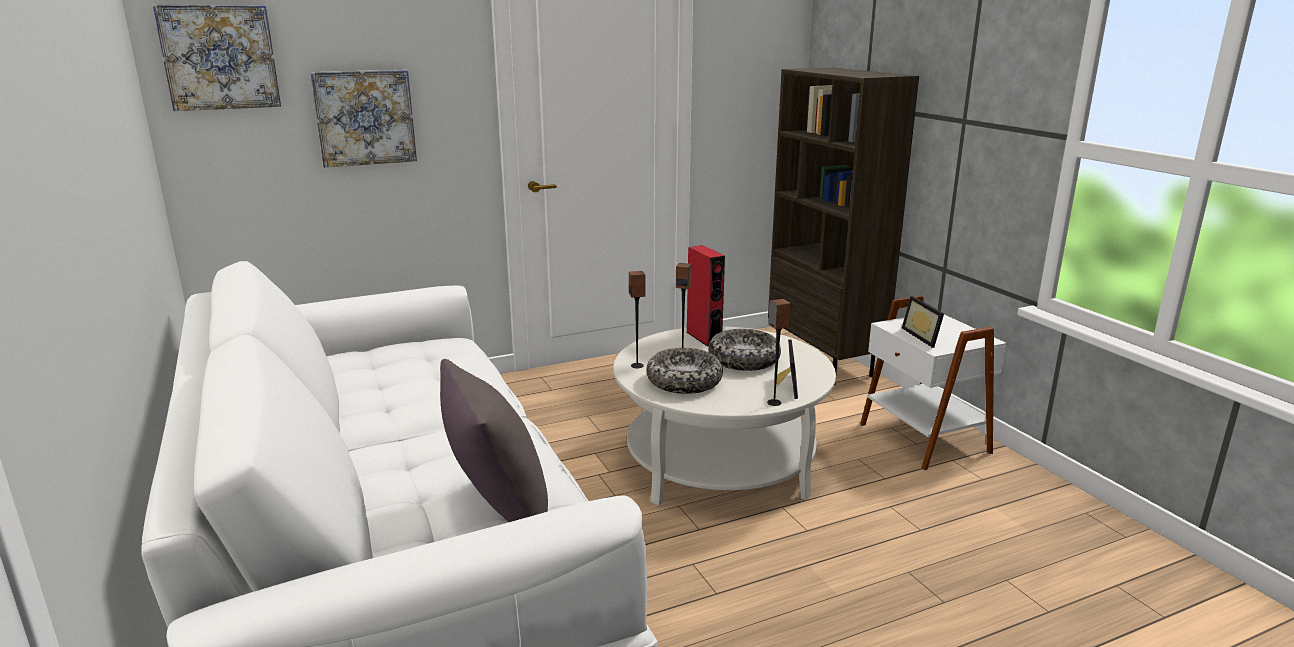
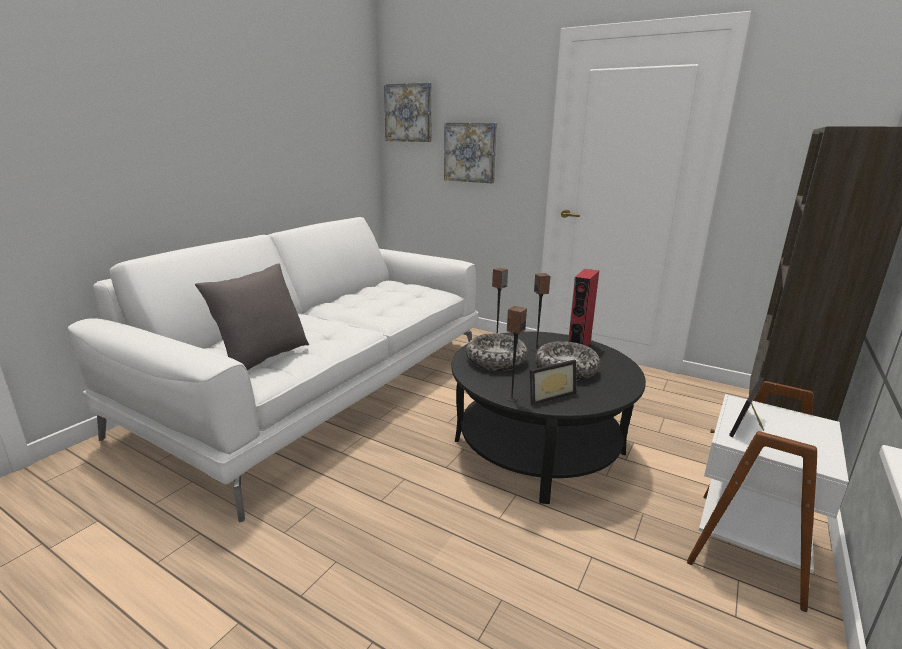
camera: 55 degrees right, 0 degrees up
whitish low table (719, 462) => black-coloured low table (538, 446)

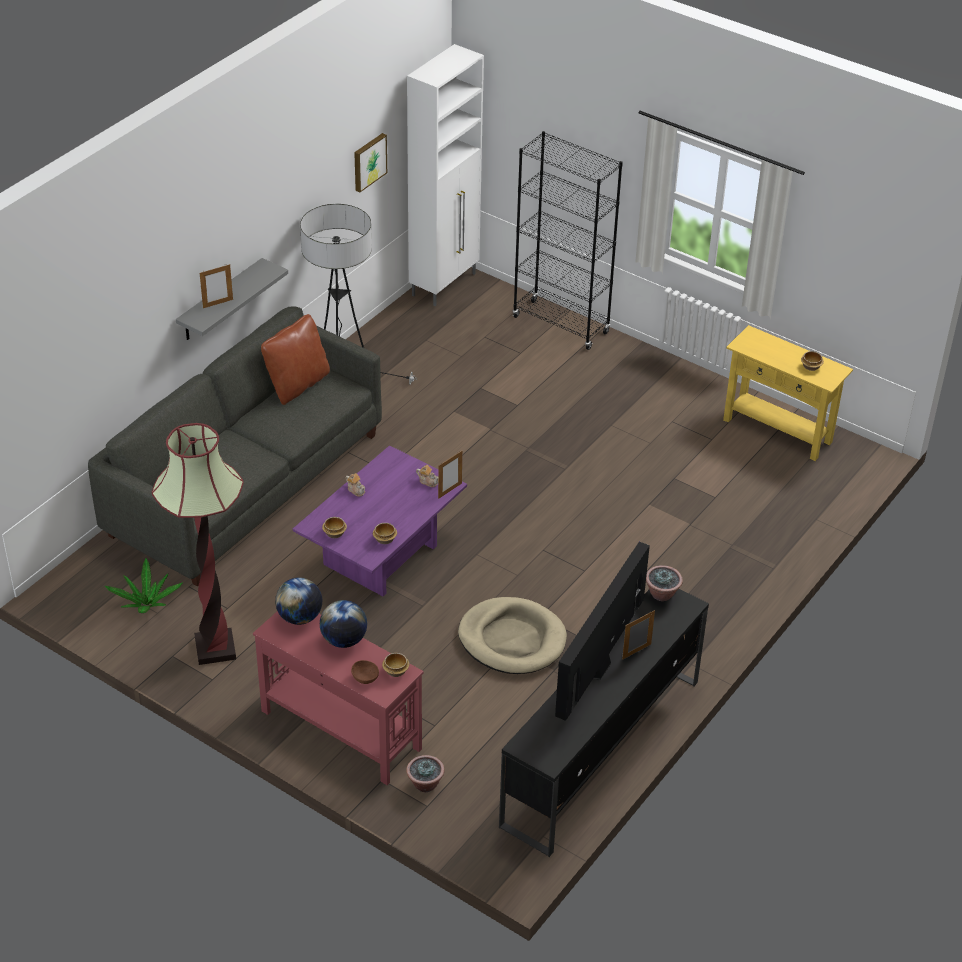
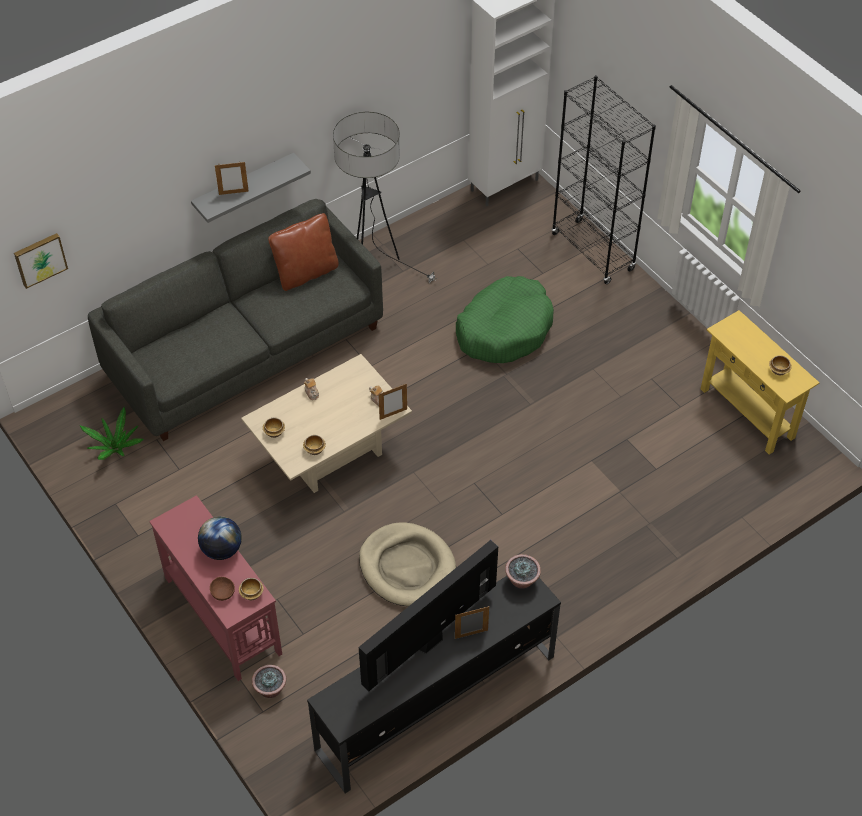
camera: 20 degrees right, 10 degrees up
standard lamp (215, 648) => nothing
desk globe (300, 617) => nothing
nothing => green-coloured dog bed (504, 329)
picture (368, 161) => picture (40, 259), moved
purple low table (382, 557) => beige-coloured low table (330, 453)

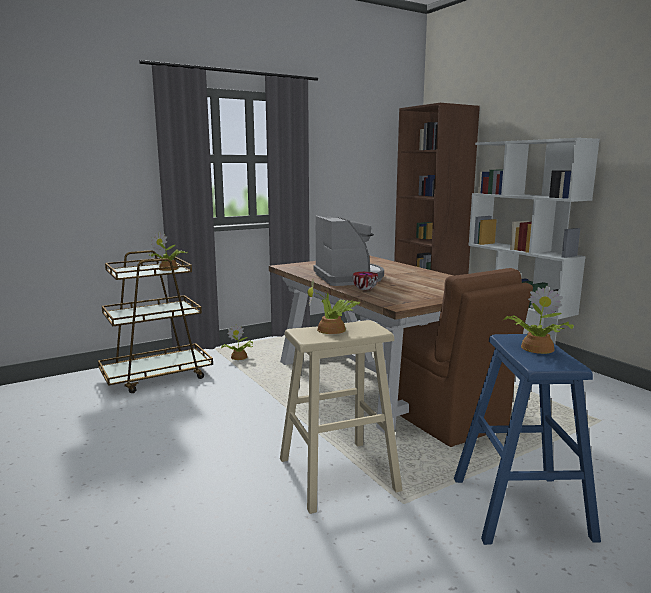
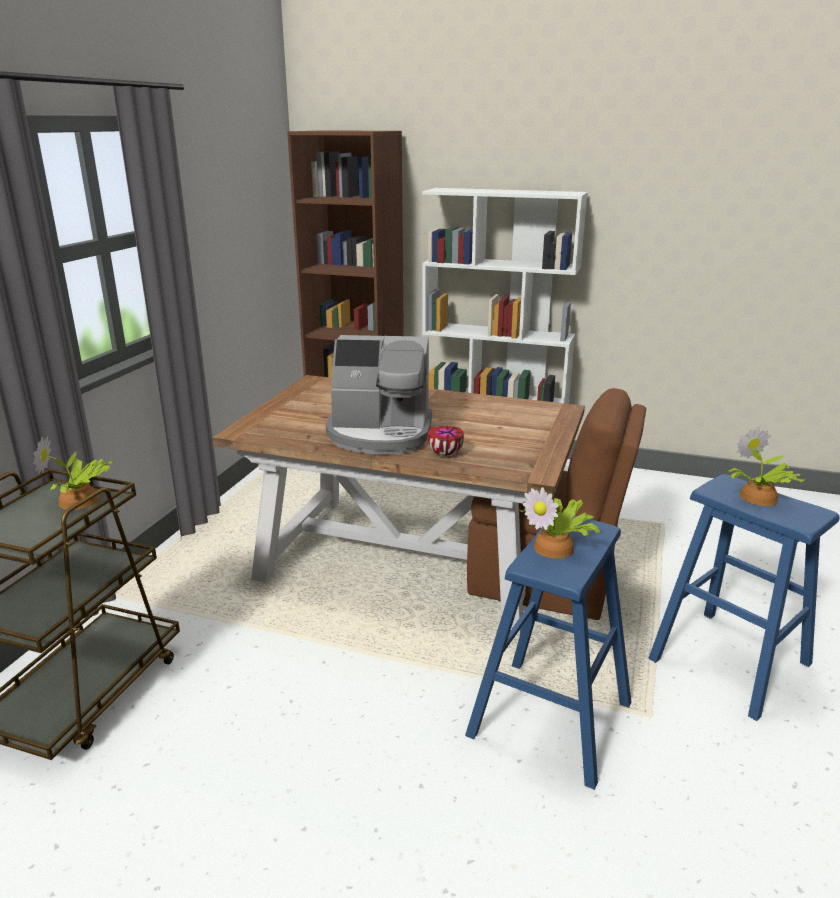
camera: 40 degrees left, 10 degrees up
plant in a pot (238, 358) => nothing
beige-coloured sitting stool (337, 474) => blue sitting stool (550, 719)
coffee machine (349, 278) => coffee machine (380, 434), 150 degrees clockwise

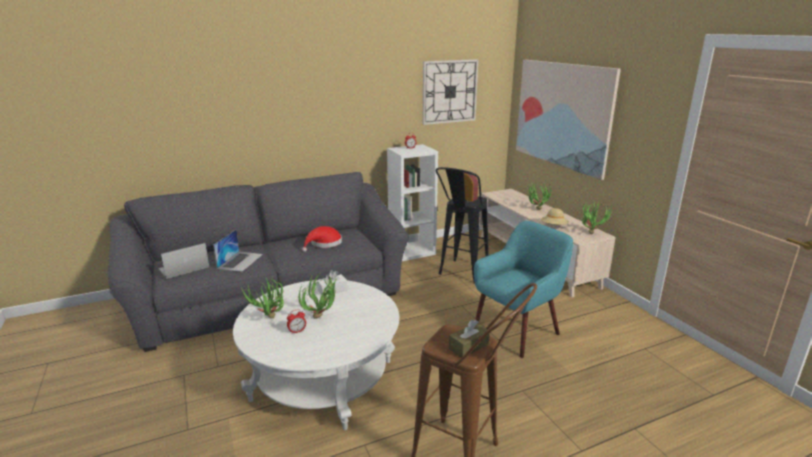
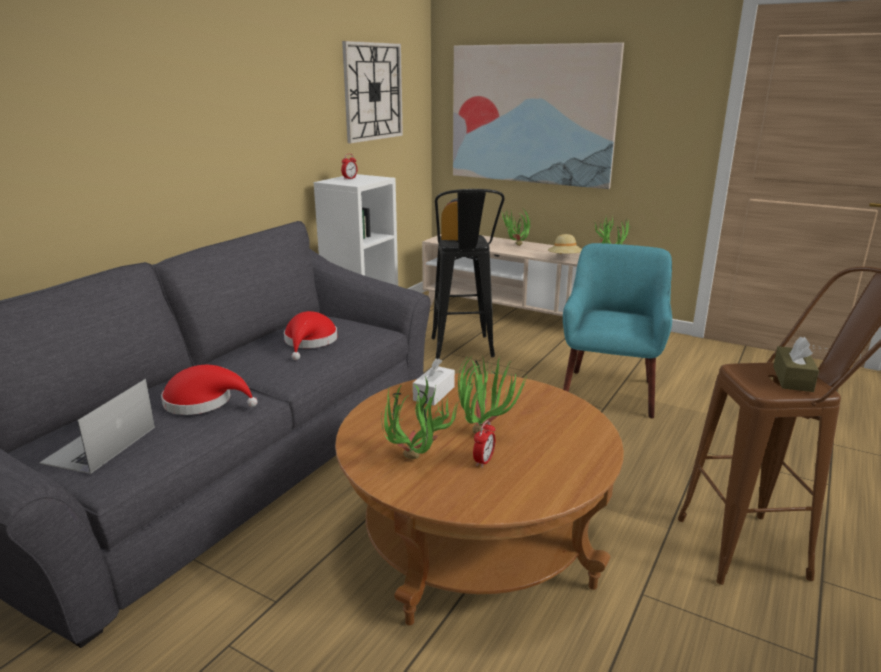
camera: 35 degrees left, 0 degrees up
laptop (240, 261) => reddish wearable hat (204, 402)
whitish low table (323, 380) => brownish low table (475, 542)

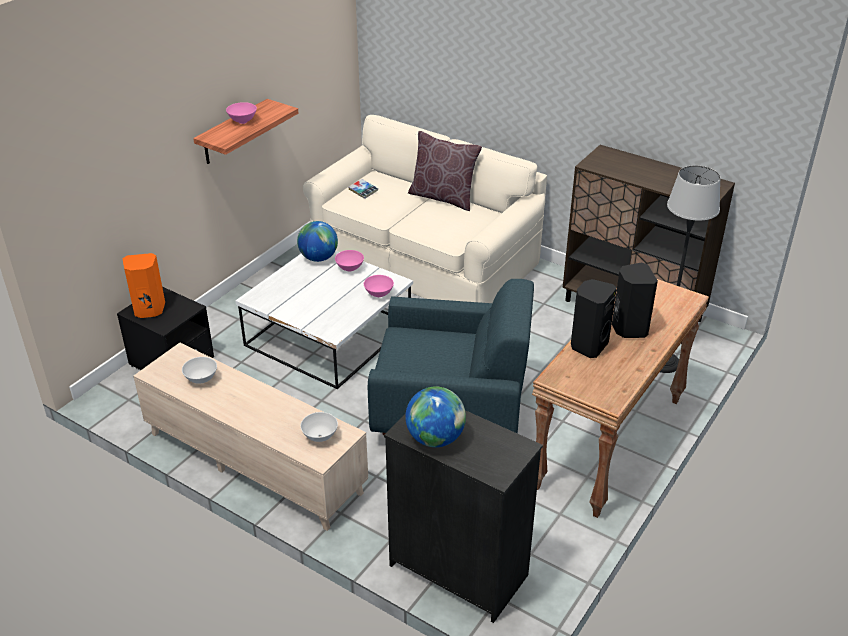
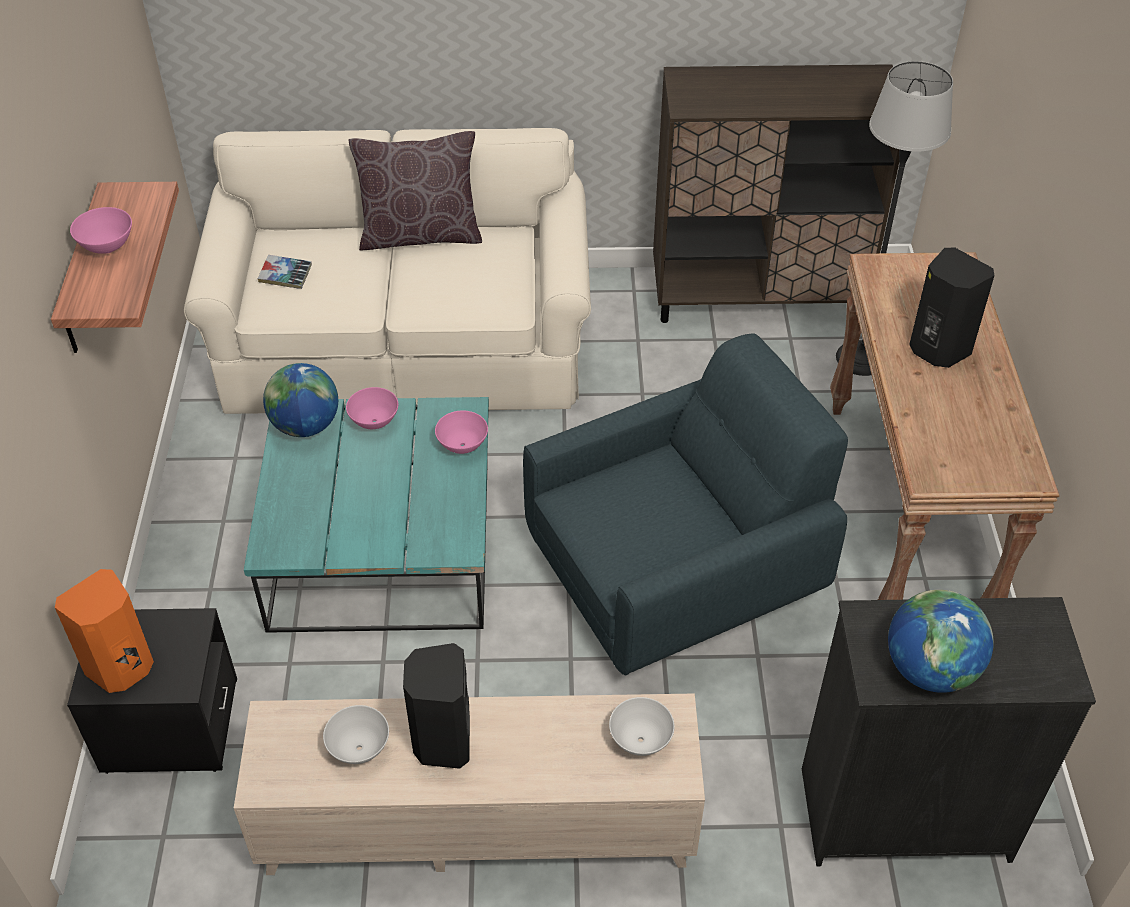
camera: 35 degrees left, 10 degrees up
black-coloured audio speaker (588, 345) => black-coloured audio speaker (441, 741), moved
whitish low table (330, 334) => turquoise-coloured low table (384, 540)

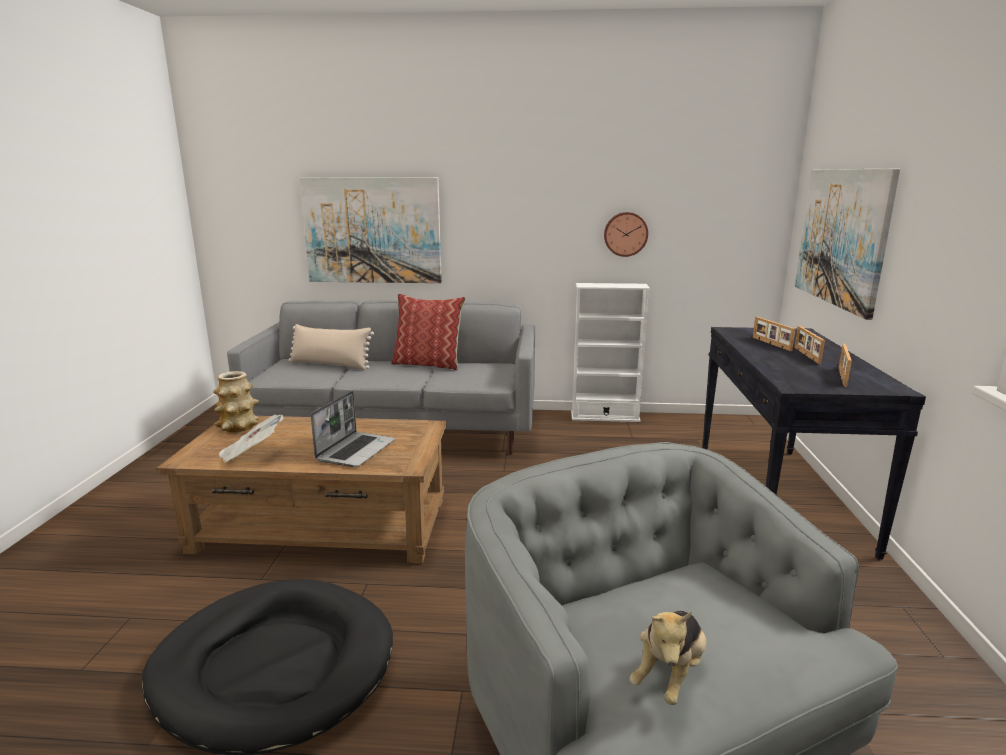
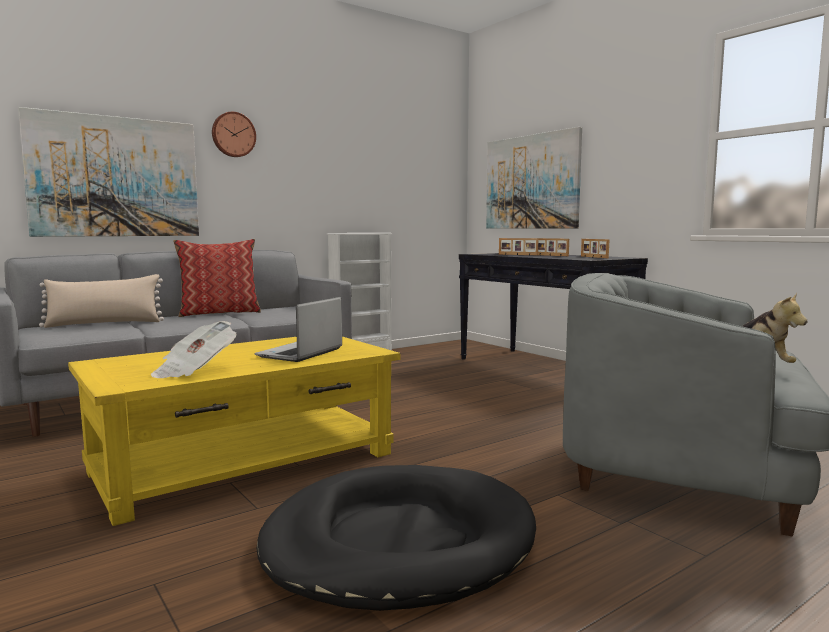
camera: 40 degrees left, 10 degrees down
vase (238, 427) => nothing
hanging clock (625, 234) => hanging clock (233, 134), moved
brownish low table (323, 526) => yellowish low table (245, 462)
laptop (356, 450) => laptop (300, 353), 135 degrees counterclockwise

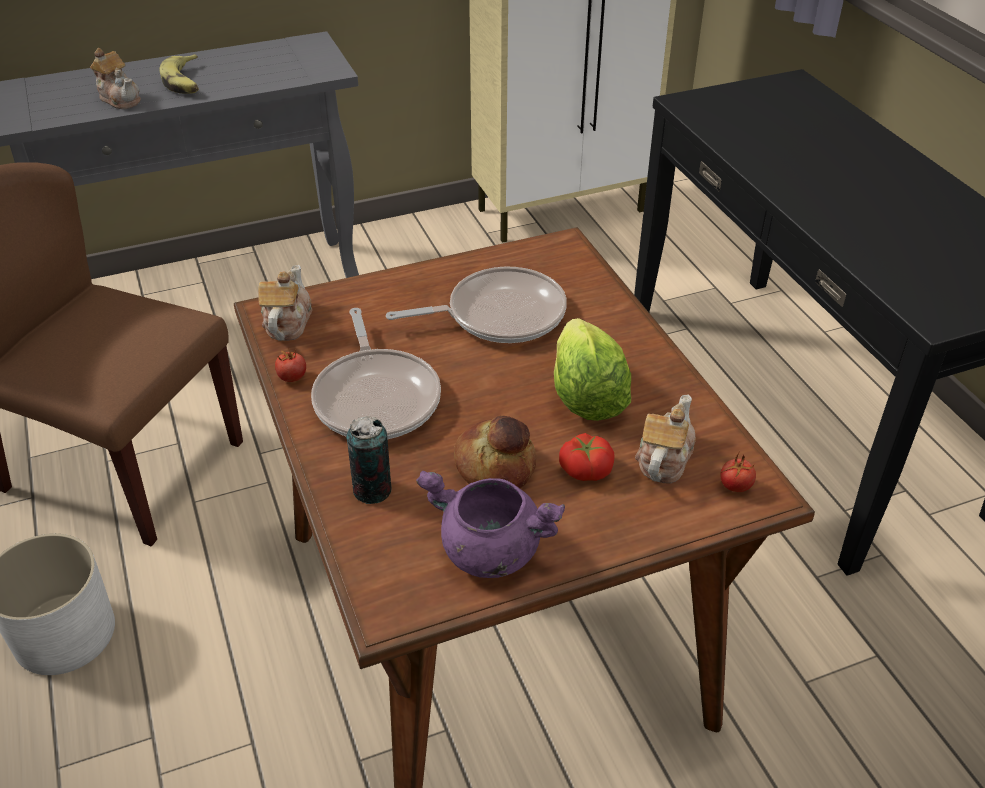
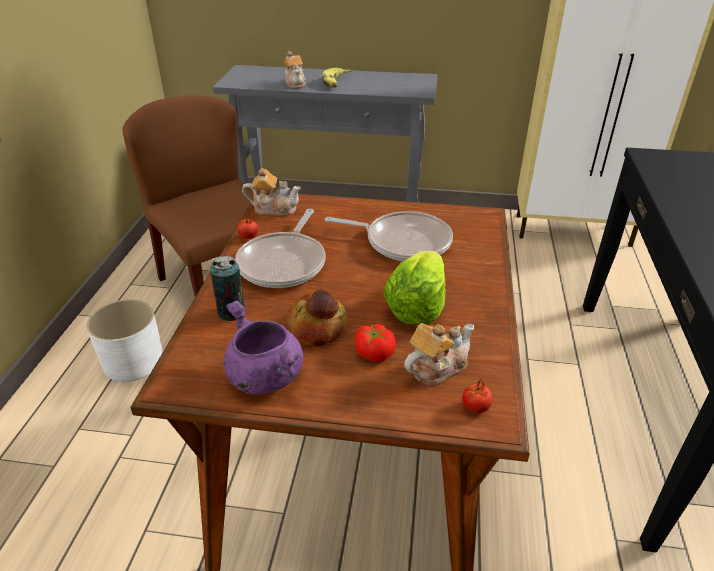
camera: 30 degrees right, 5 degrees down
pot for tea (287, 323) => pot for tea (274, 208), 60 degrees clockwise

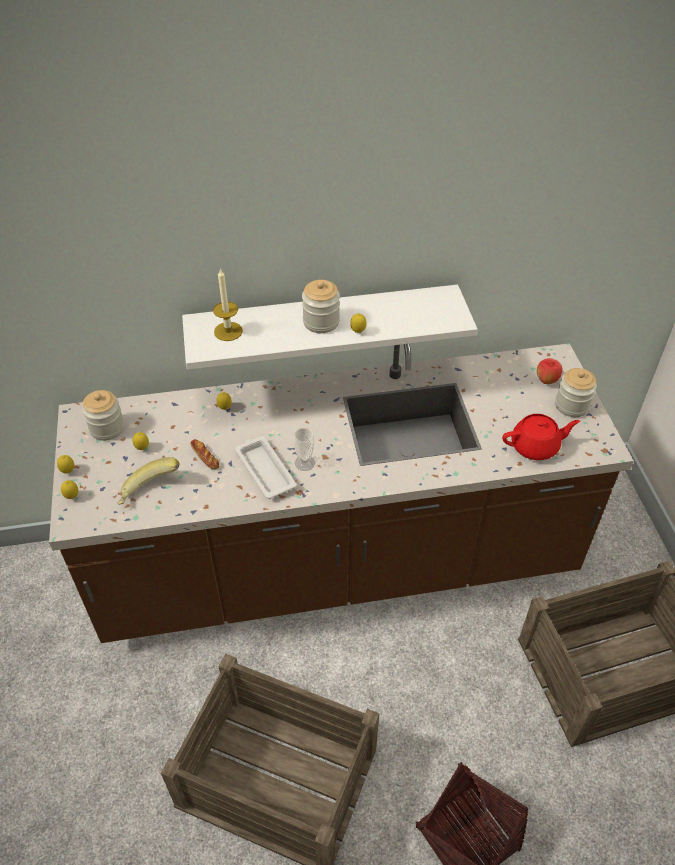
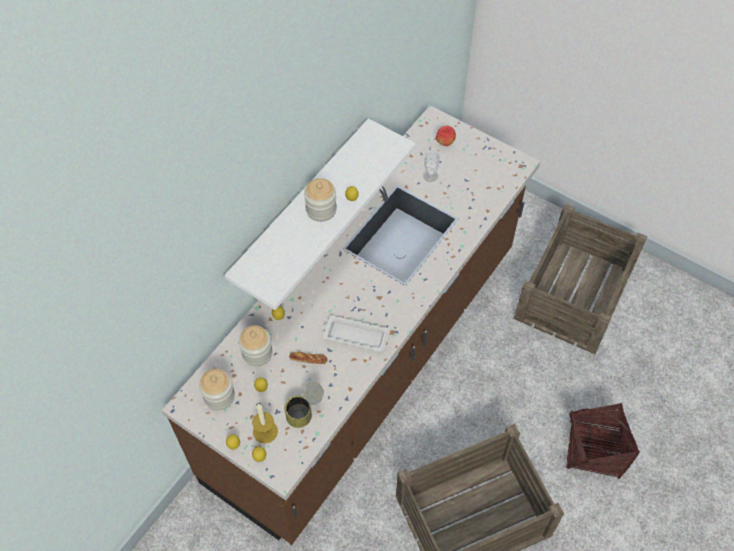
camera: 45 degrees left, 10 degrees up
reddish pot for tea (535, 447) => nothing
wax light (228, 331) => wax light (265, 431), moved
cup (305, 463) => cup (430, 176), moved
preserve jar (571, 405) => preserve jar (257, 353), moved
banana (150, 492) => can (305, 411)

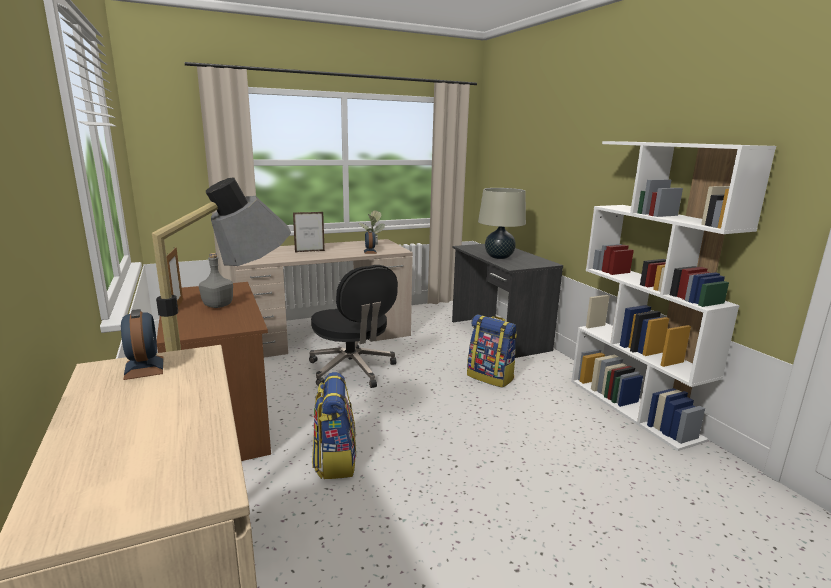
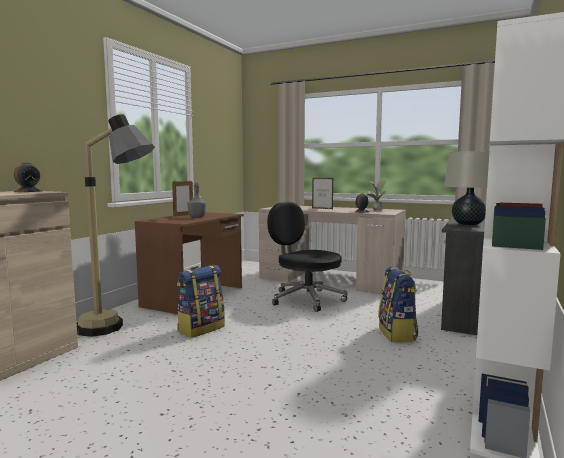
camera: 50 degrees right, 10 degrees down
black-coloured office chair (352, 370) => black-coloured office chair (305, 299), 120 degrees clockwise

